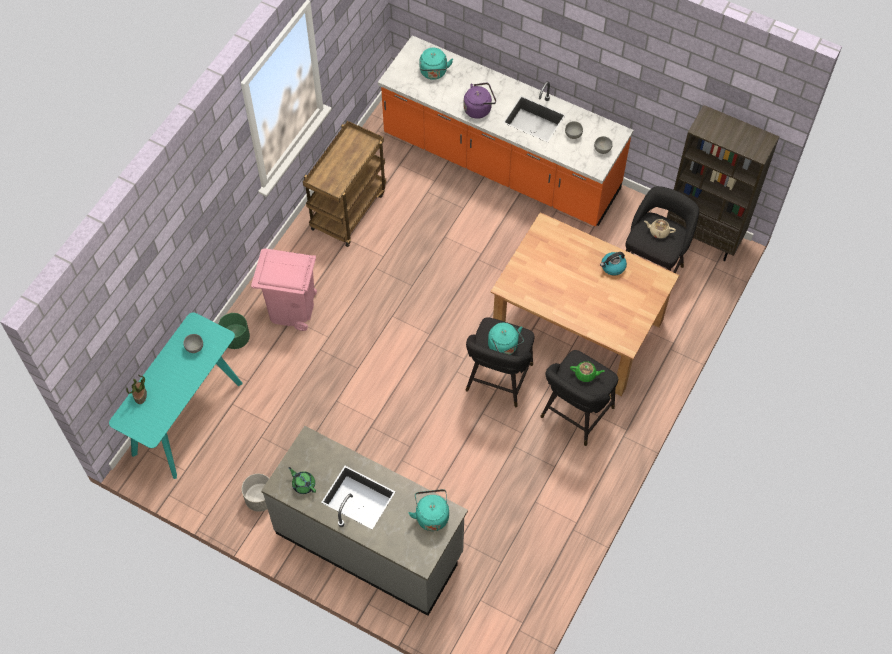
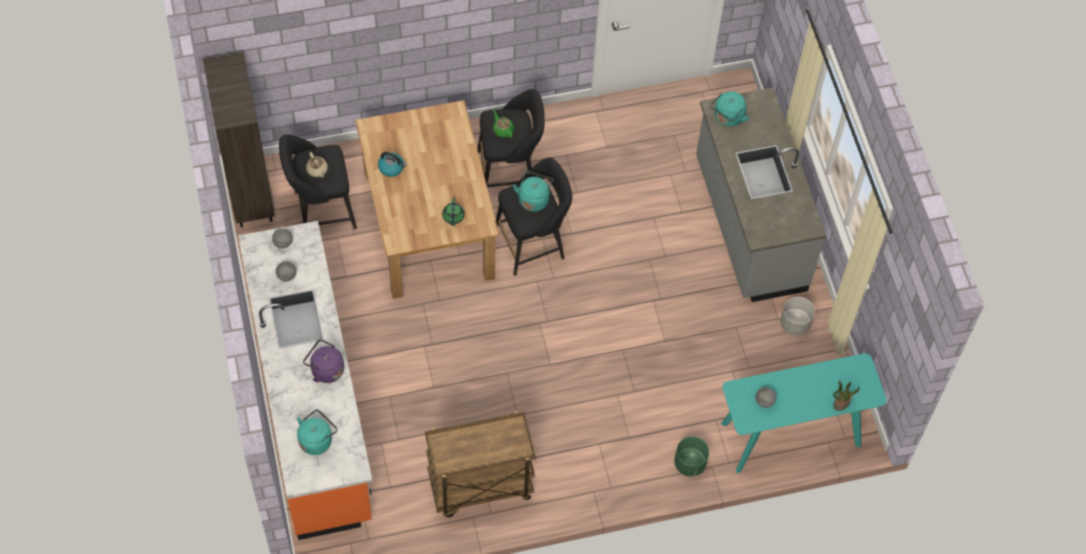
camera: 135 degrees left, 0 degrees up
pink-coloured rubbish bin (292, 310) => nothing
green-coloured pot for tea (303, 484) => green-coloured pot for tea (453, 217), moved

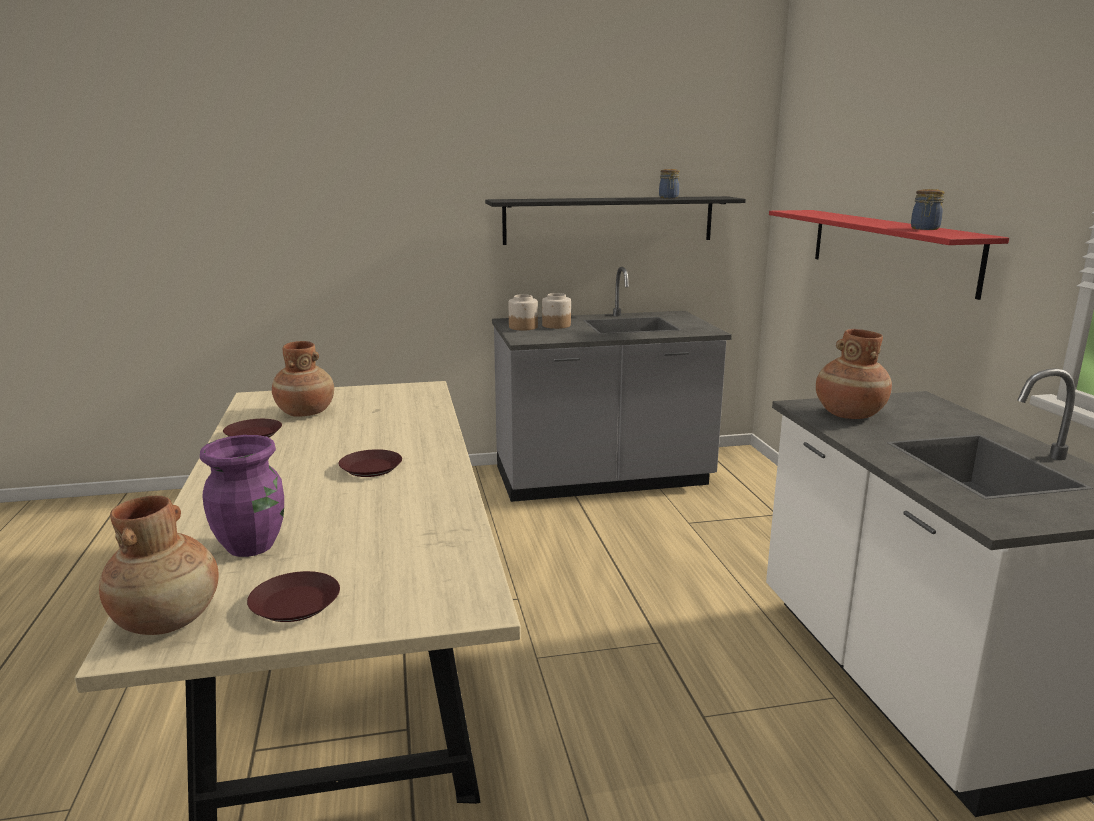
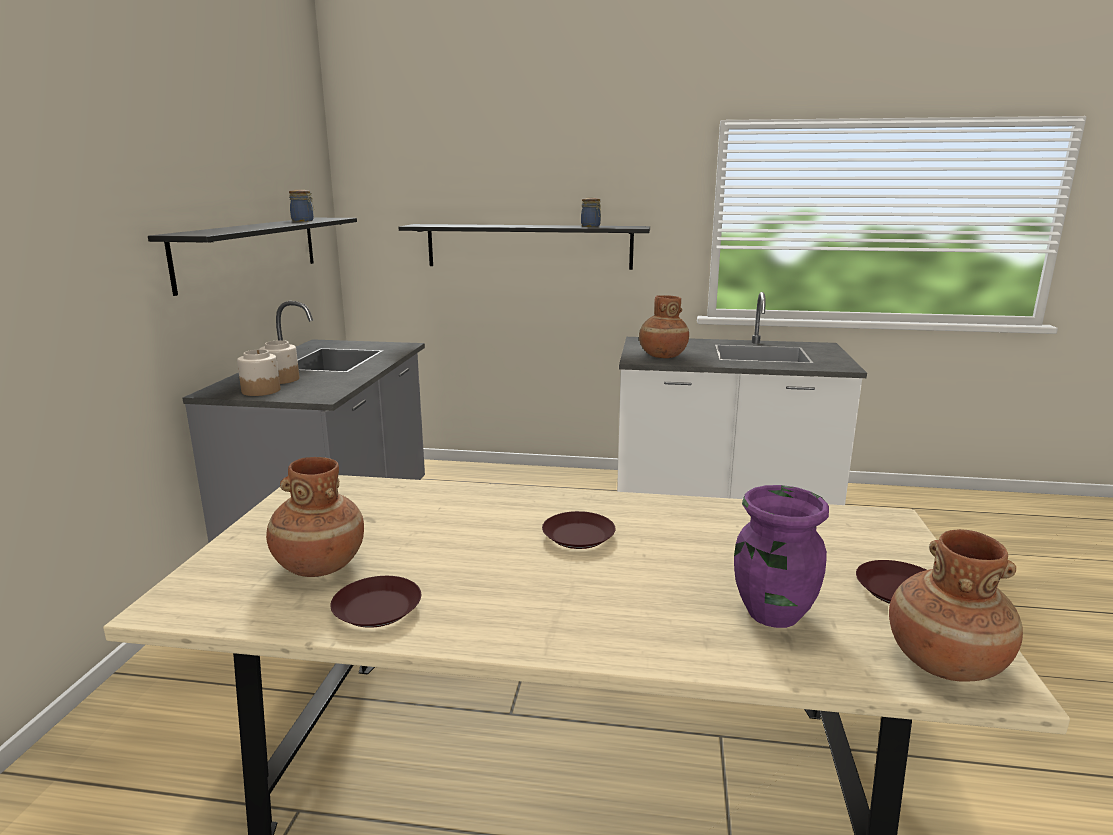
camera: 70 degrees left, 0 degrees up
reddish bracket shelf (889, 248) => black-coloured bracket shelf (529, 246)

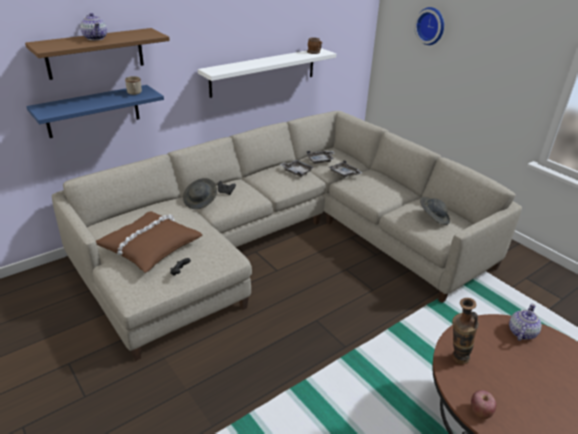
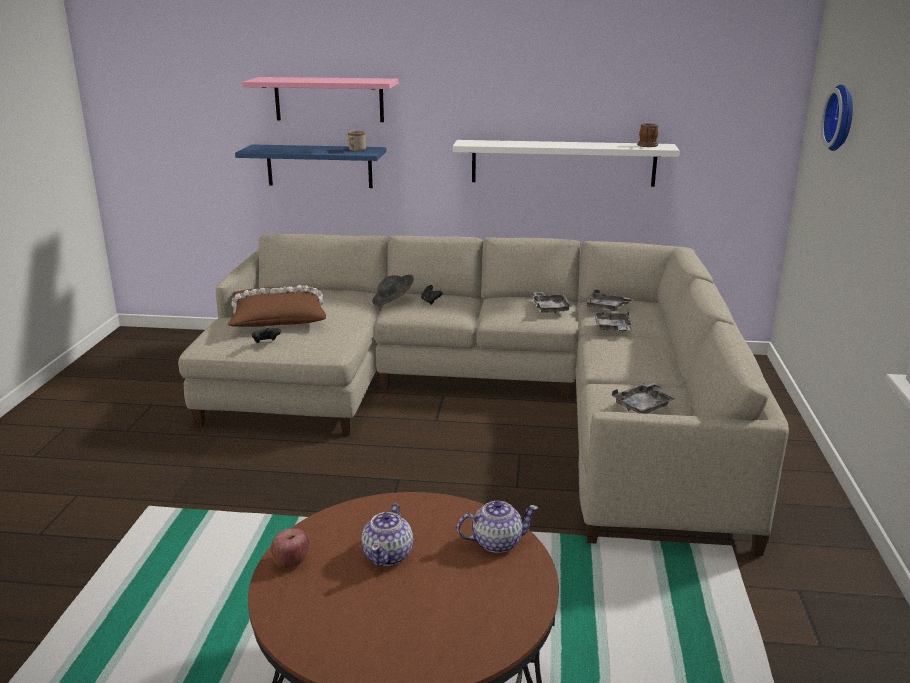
camera: 45 degrees right, 10 degrees down
vase (455, 360) => nothing
pot for tea (95, 38) => pot for tea (388, 555), moved
greyish wearable hat (433, 218) => greyish tray (644, 406)
brownish bracket shelf (95, 53) => pink-coloured bracket shelf (329, 99)

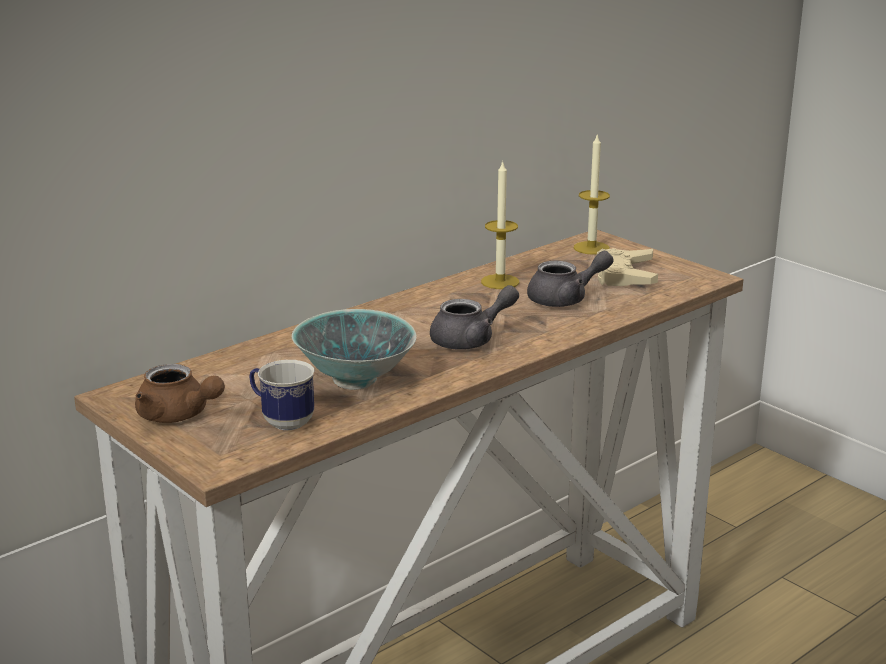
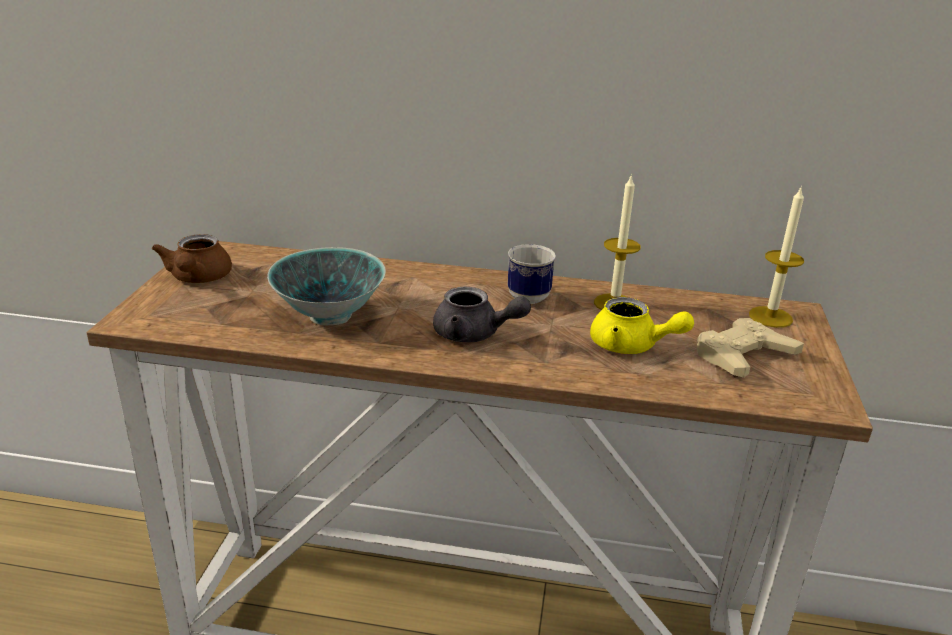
camera: 50 degrees right, 5 degrees up
tea mug (282, 421) => tea mug (527, 294), moved
greyish pot for tea (566, 299) => yellowish pot for tea (631, 346)

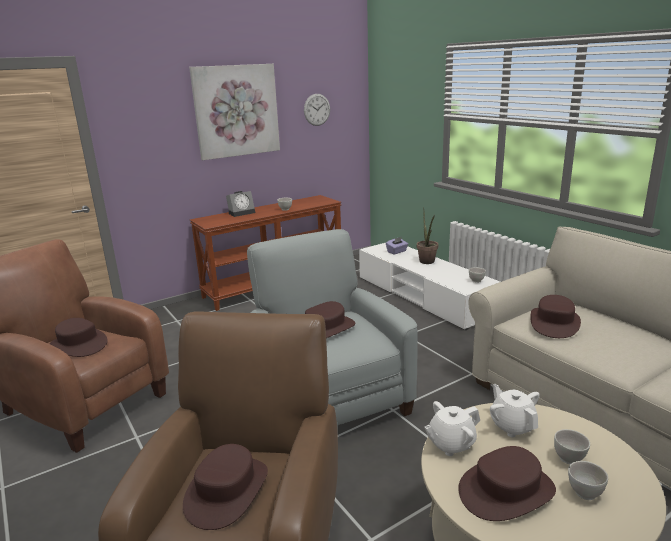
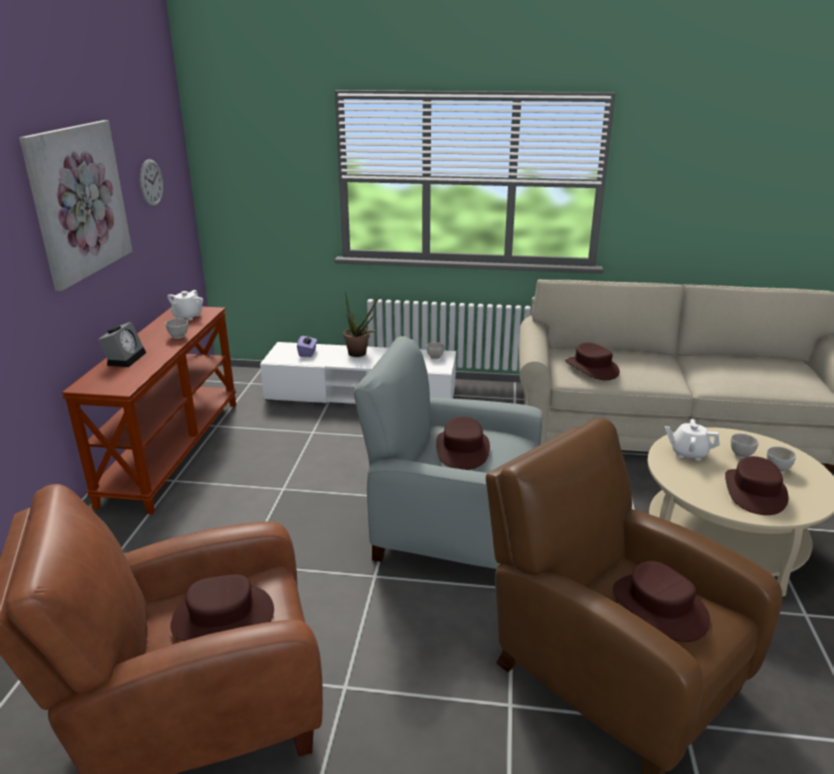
camera: 50 degrees left, 5 degrees up
whitish pot for tea (451, 444) => whitish pot for tea (187, 316), moved

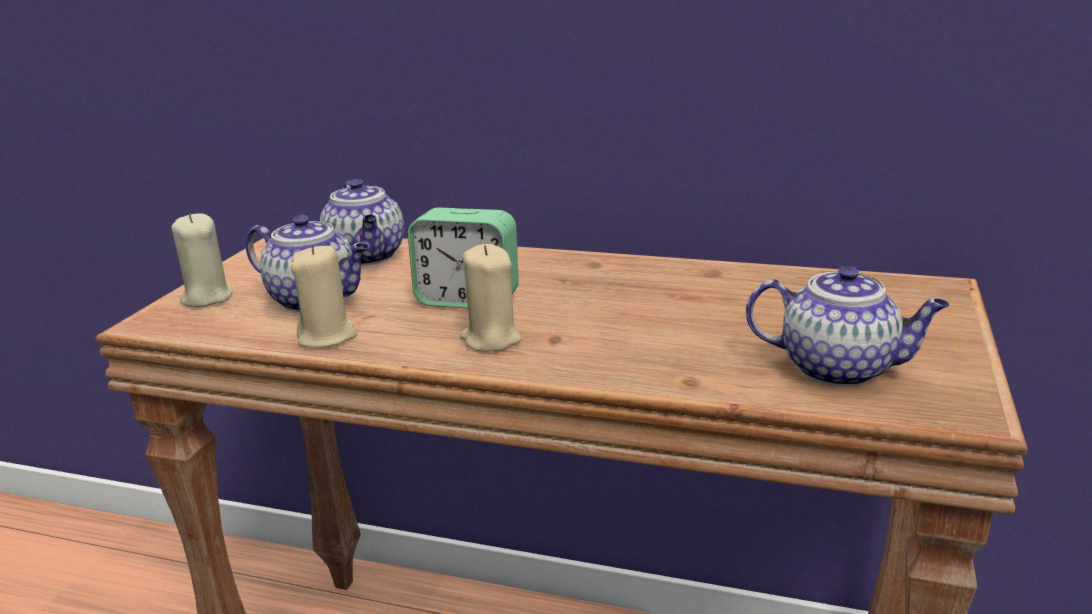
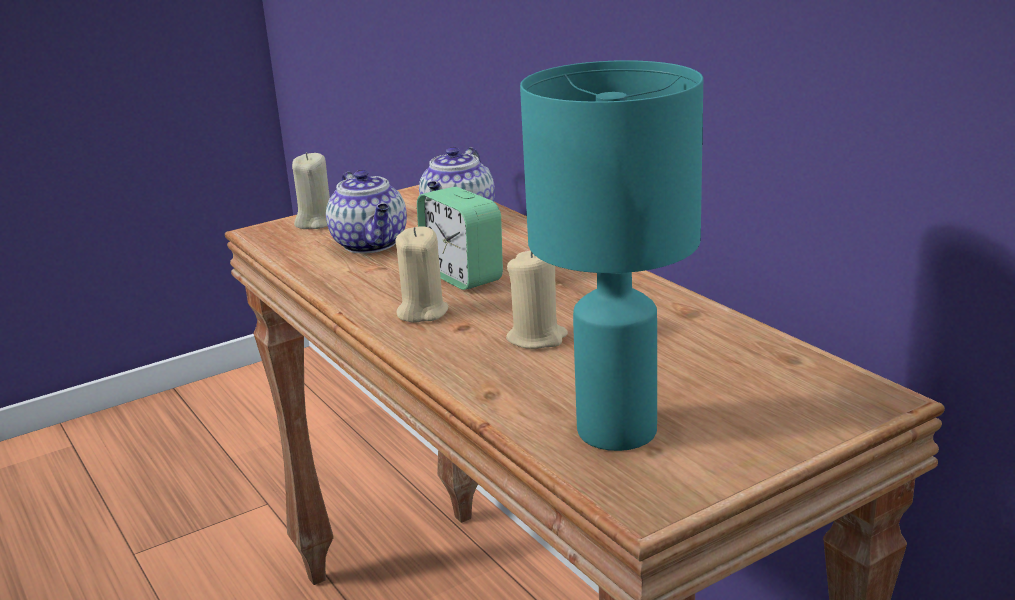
camera: 40 degrees right, 0 degrees up
beige-coloured wax light (327, 336) => beige-coloured wax light (537, 338), moved
pot for tea (840, 369) => turquoise-coloured table lamp (619, 430)

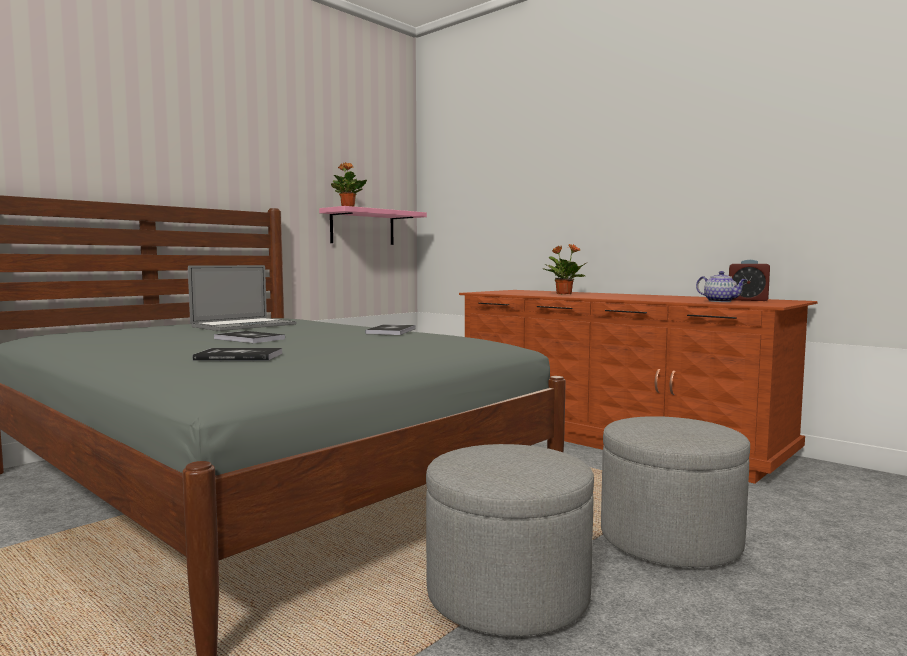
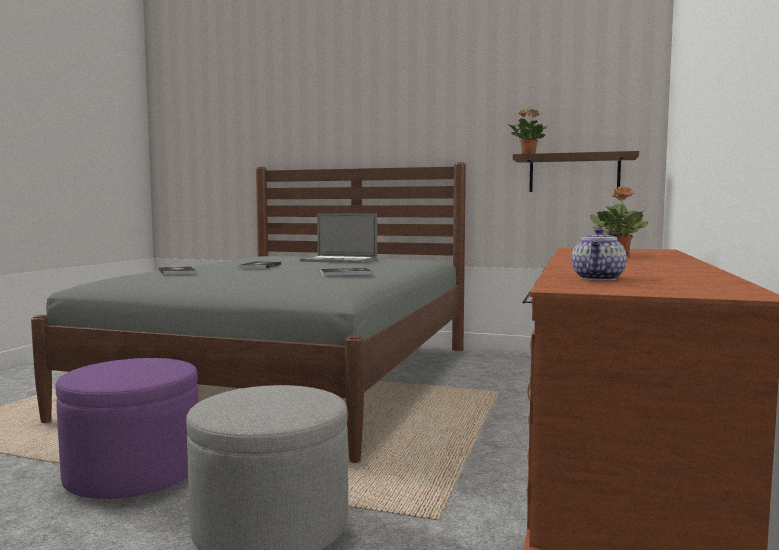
camera: 65 degrees right, 0 degrees up
alarm clock (747, 300) => nothing
pink-coloured bracket shelf (362, 227) => brownish bracket shelf (574, 173)
greyish pouffe (507, 594) => purple pouffe (133, 473)

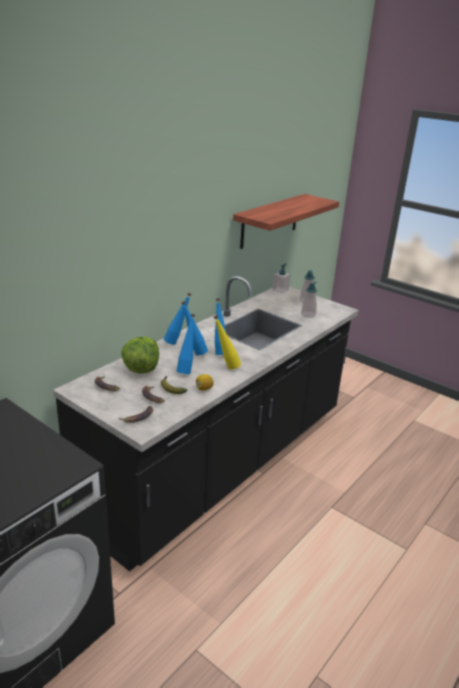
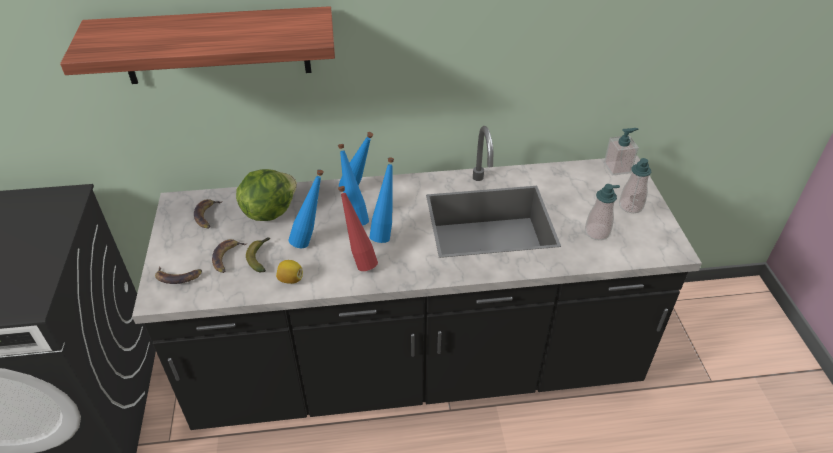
camera: 45 degrees right, 15 degrees up
bracket shelf (270, 221) => bracket shelf (216, 46), moved
yellowish bottle (226, 367) => reddish bottle (359, 261)

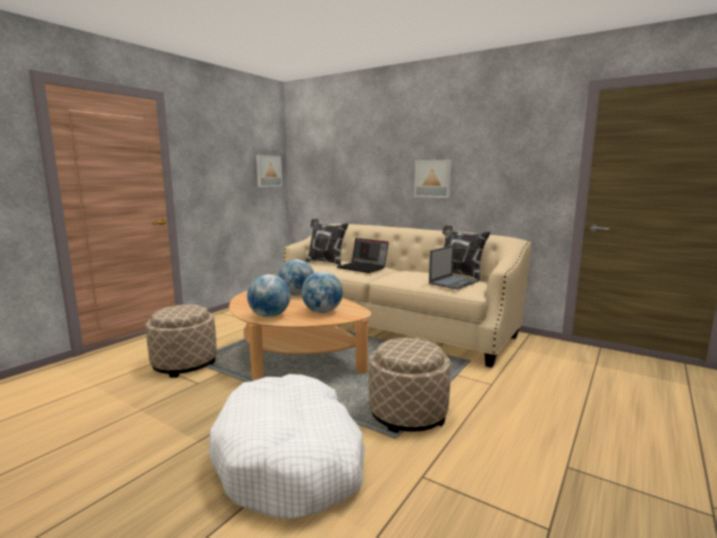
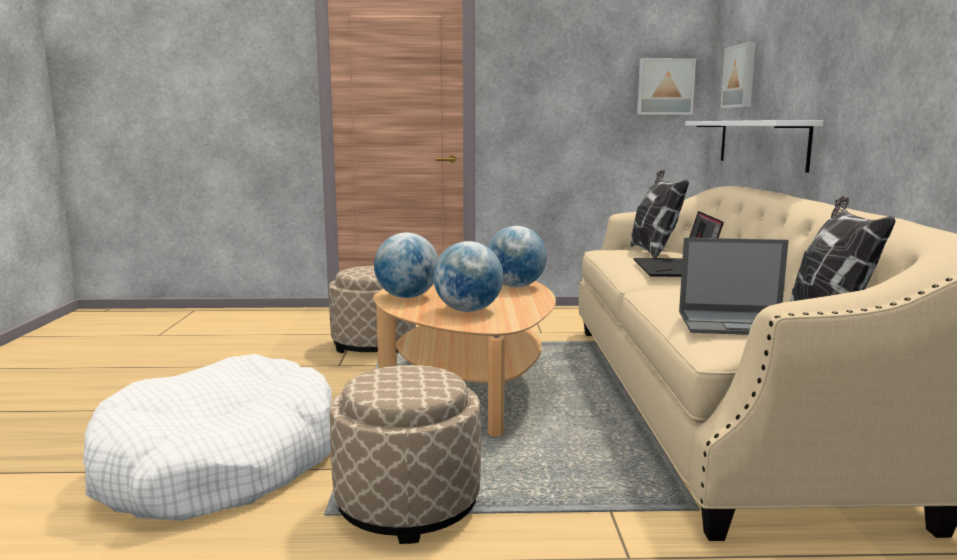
camera: 55 degrees right, 0 degrees up
nothing => whitish bracket shelf (761, 143)
picture (433, 178) => picture (741, 76), moved

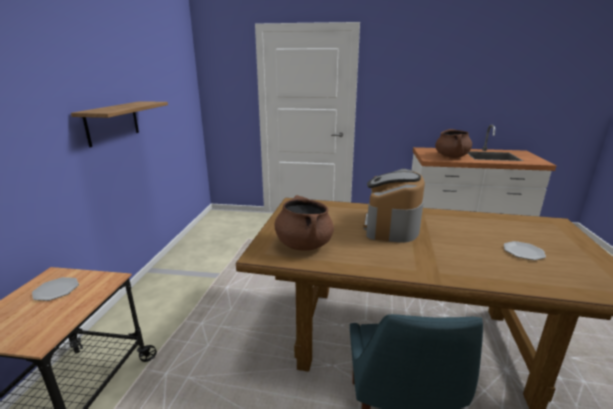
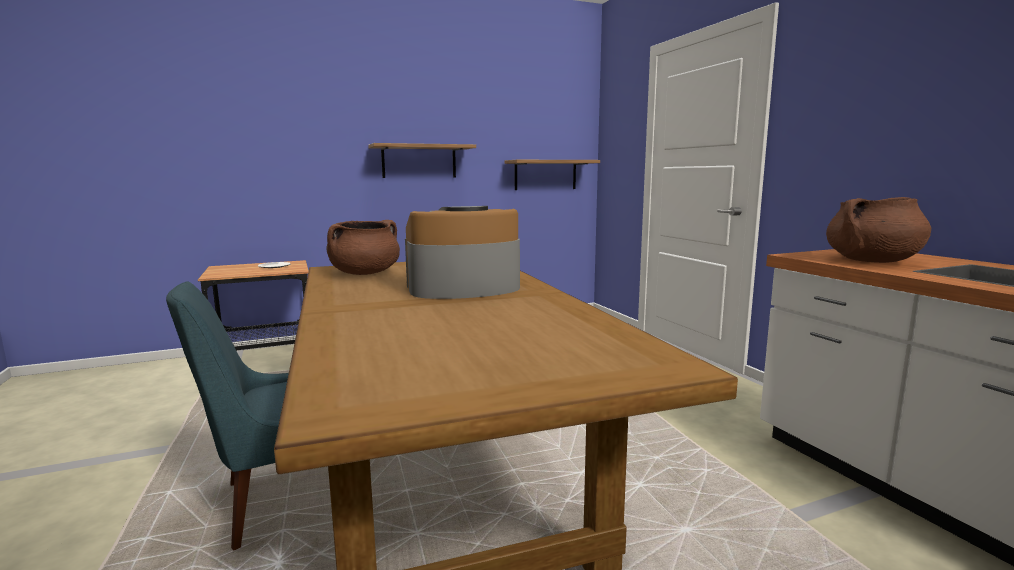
camera: 60 degrees right, 10 degrees down
flat dish (523, 252) => nothing
nothing => bracket shelf (545, 175)

